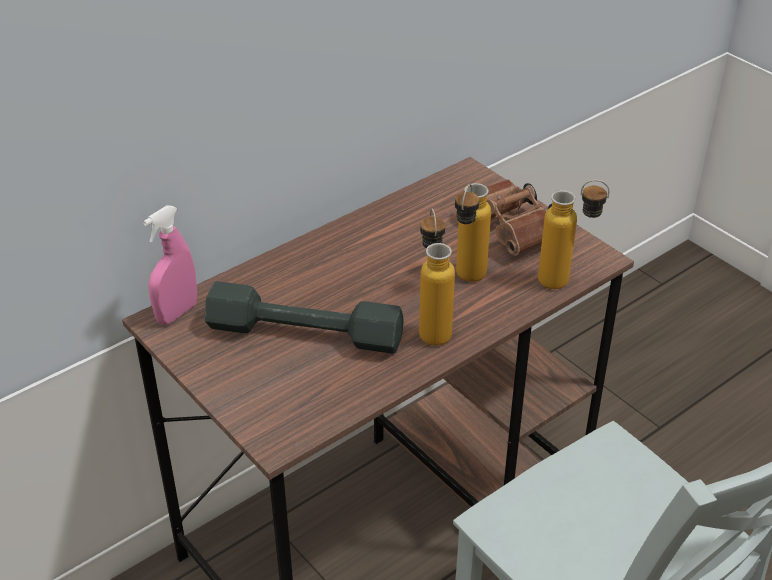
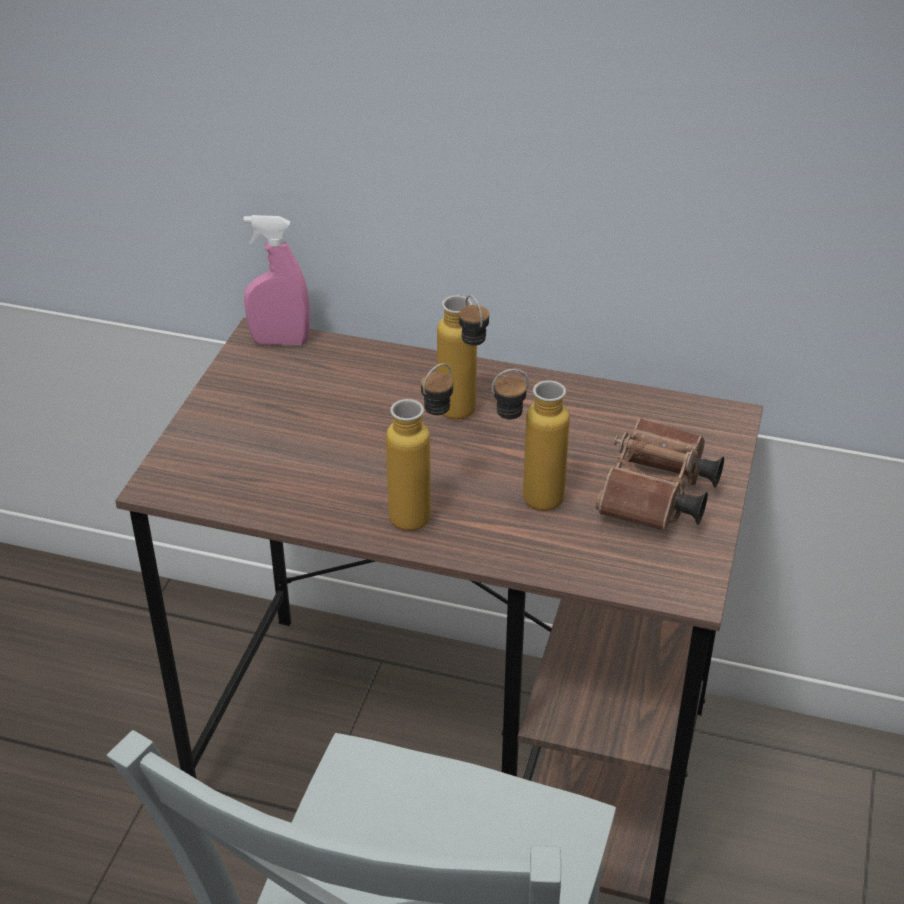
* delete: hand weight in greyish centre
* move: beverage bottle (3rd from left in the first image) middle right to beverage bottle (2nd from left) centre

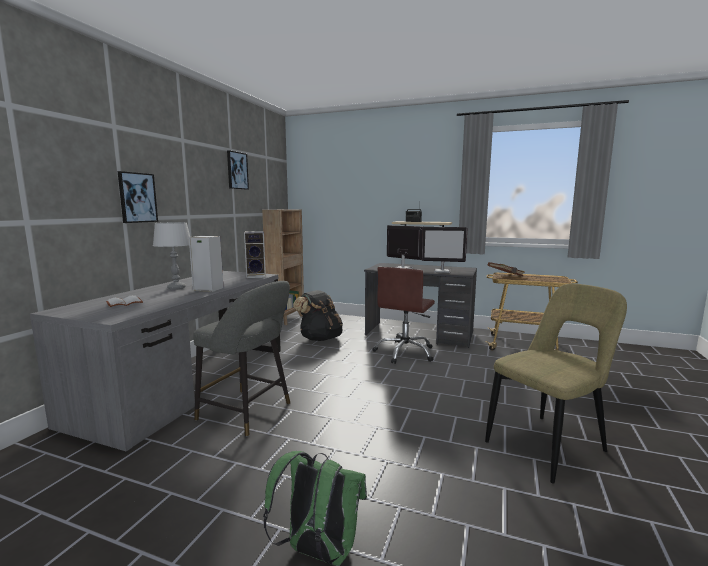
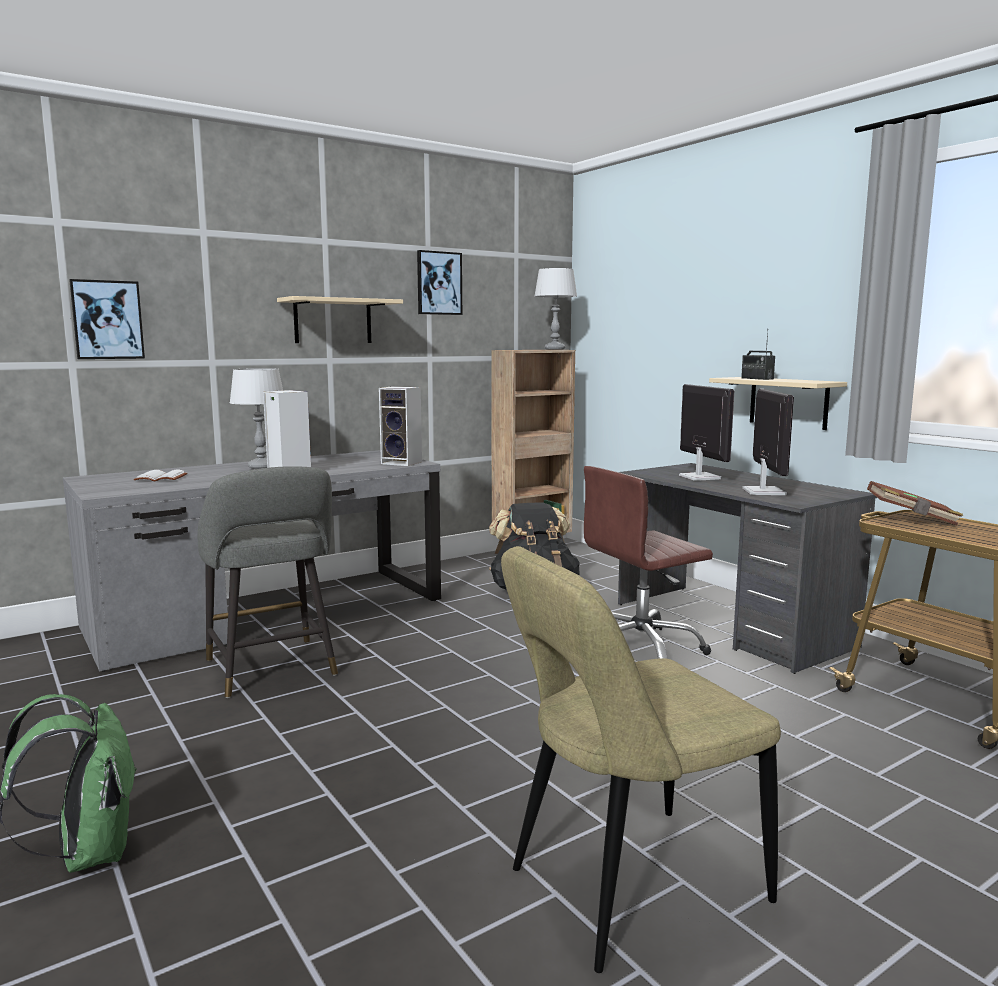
* insert: bracket shelf in beige-coloured (1st from left) top centre
* insert: lamp for a table in greyish (2nd from left) top centre
* move: picture (1st from left) middle left to top left
* rotate: computer screen (2nd from left) centre = middle right 135 degrees counterclockwise
* rotate: upright chair in beige-coloured bottom right = bottom centre 150 degrees clockwise

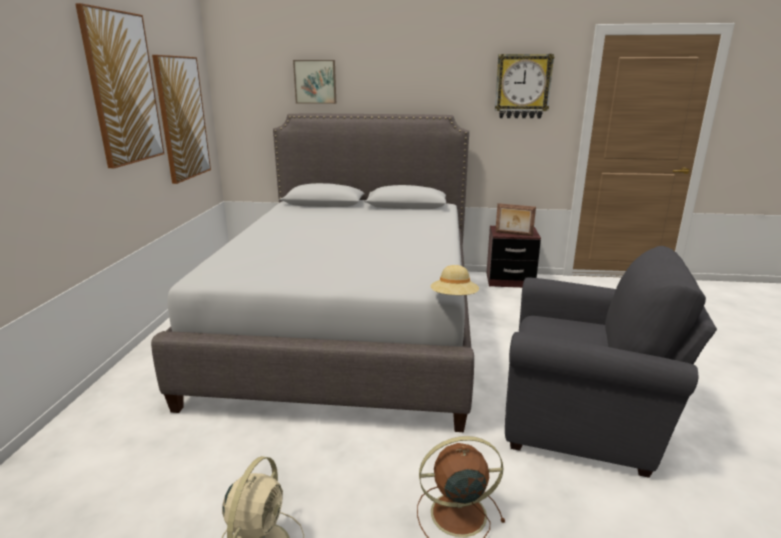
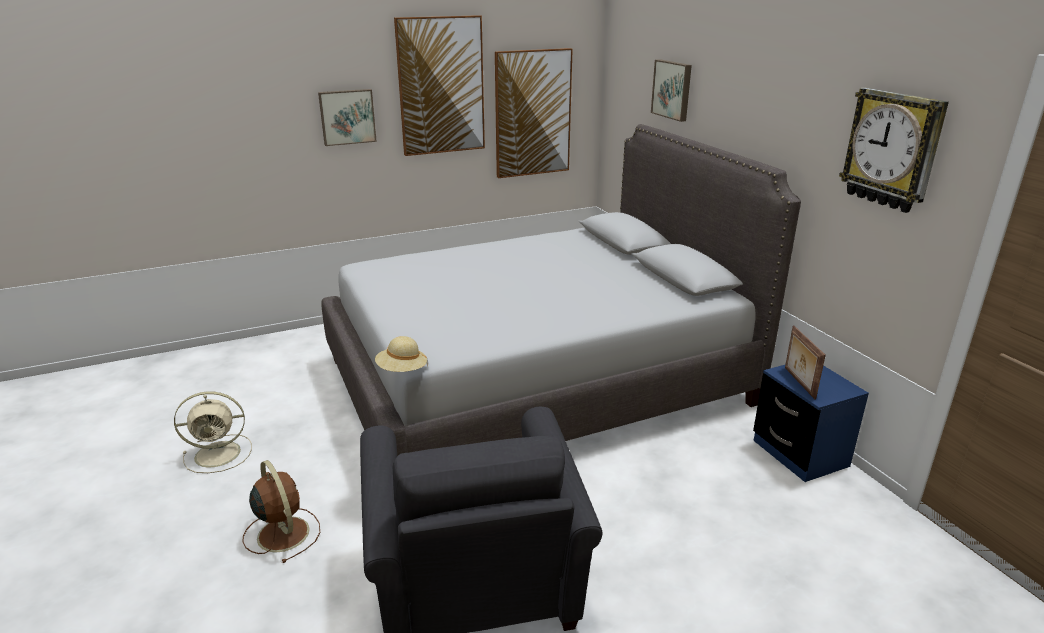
* insert: picture (1st from left) top left
* recolor: night table in brown-coloured centre to night table in bluish bottom right

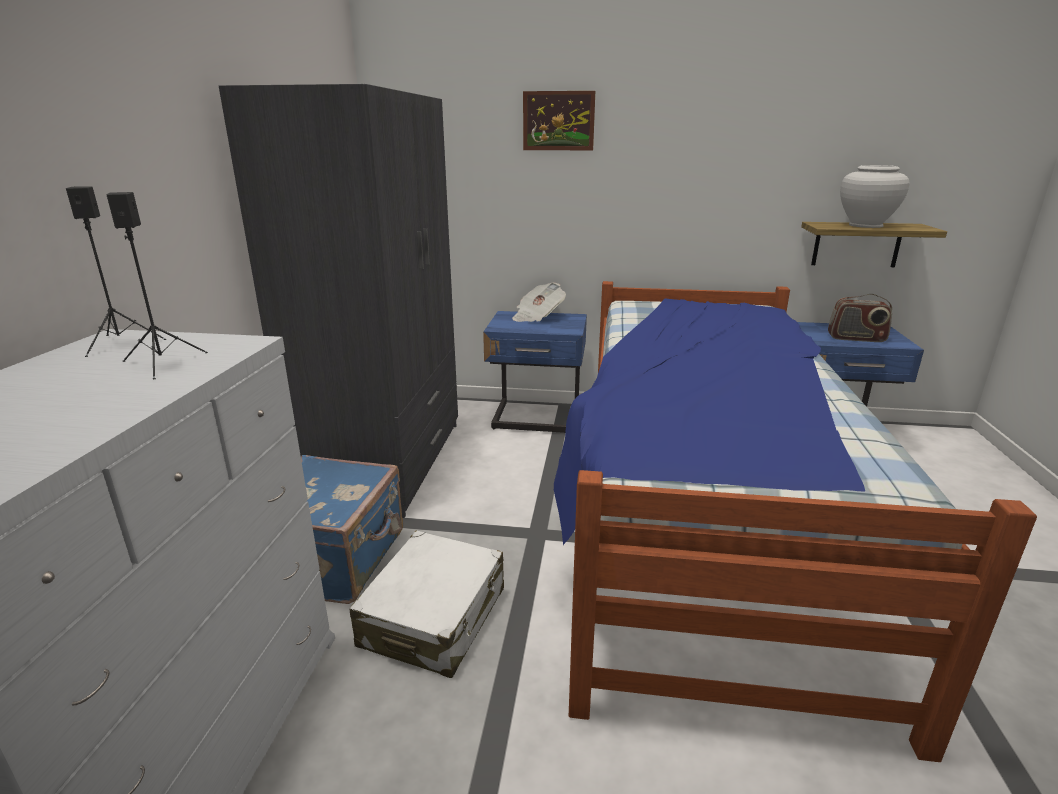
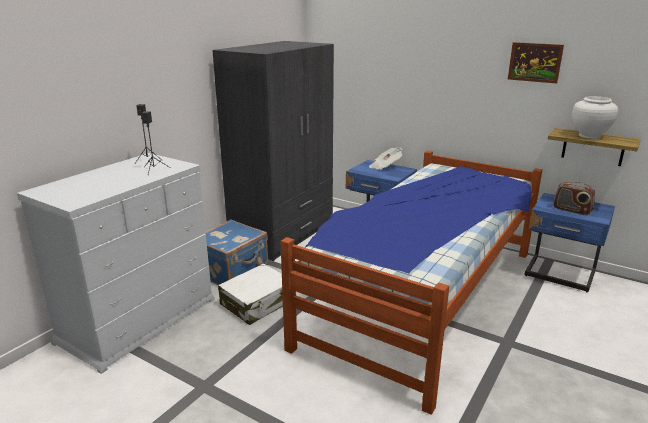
* move: picture top centre to top right

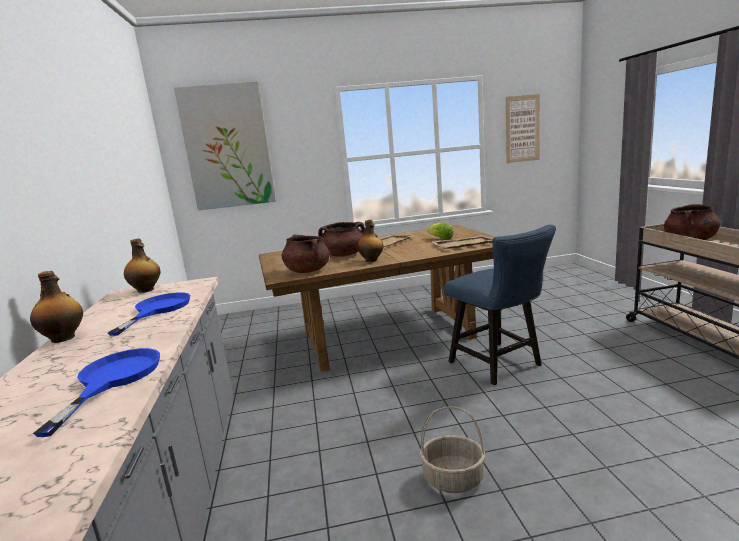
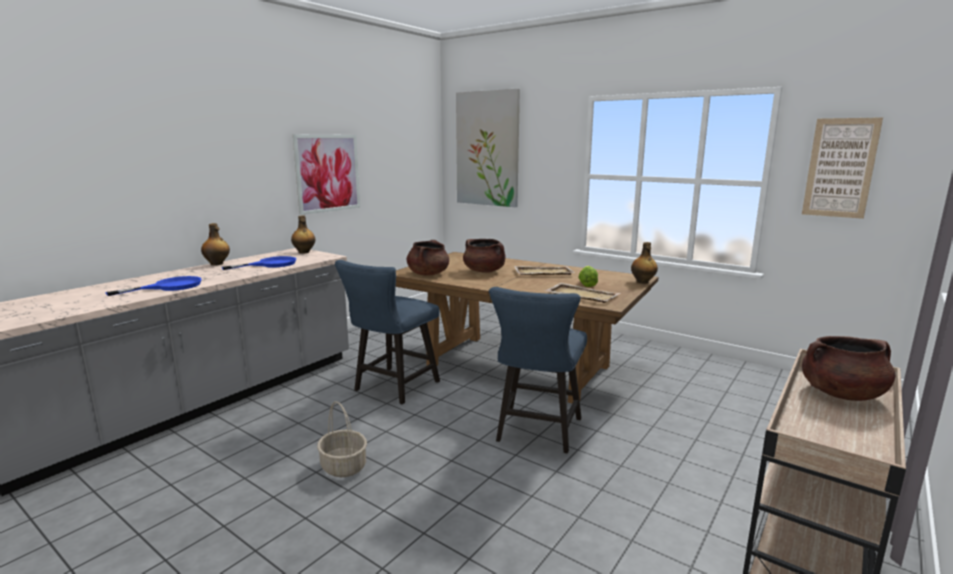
* insert: picture (1st from left) top centre
* insert: upright chair in bluish (1st from left) centre
* move: beverage bottle (3rd from left) centre to middle right

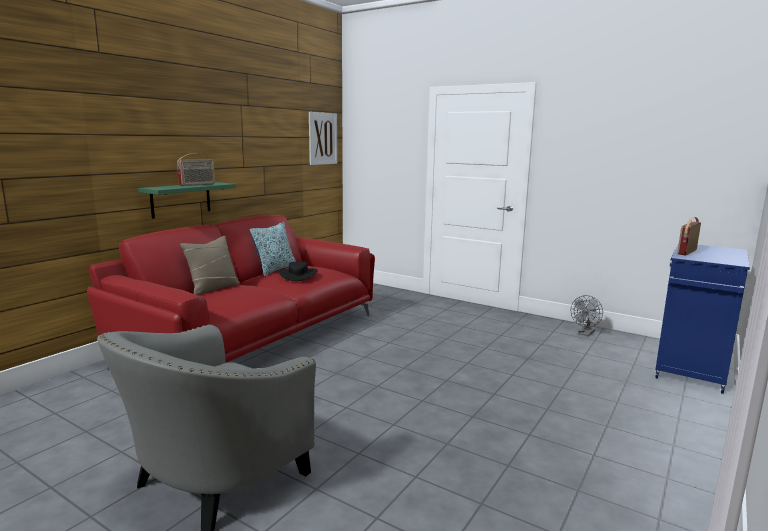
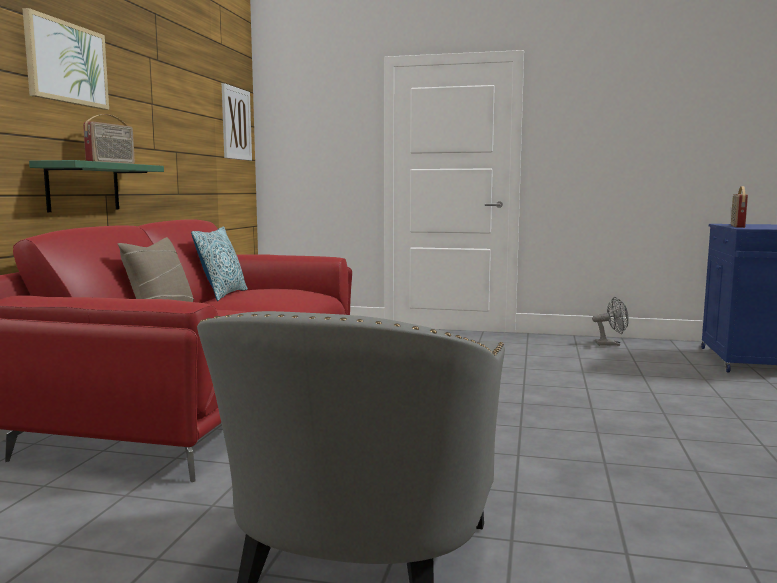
* delete: clothing hat in blackish centre
* insert: picture (1st from left) top left
* rotate: electric fan in greyish middle right = middle right 105 degrees counterclockwise

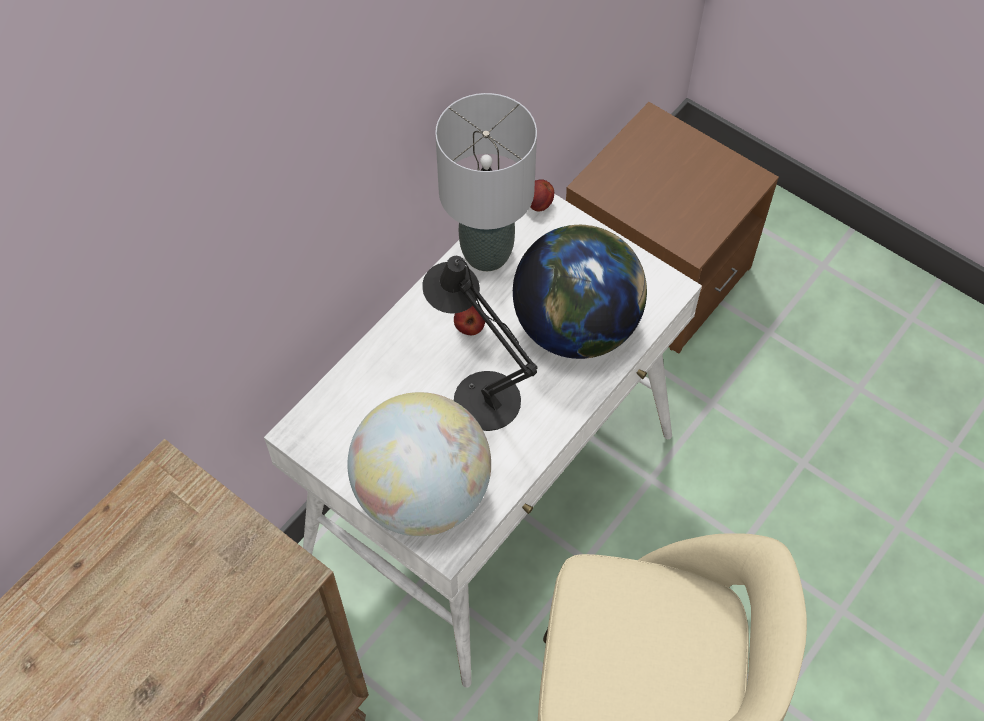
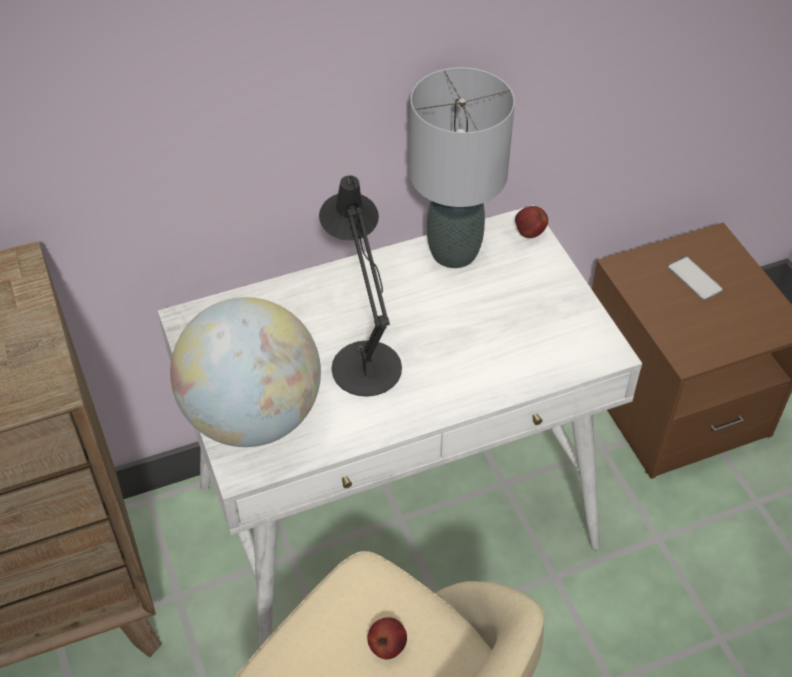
* delete: world globe (2nd from left) centre
* insert: phone middle right
* move: apple (1st from left) centre to bottom centre

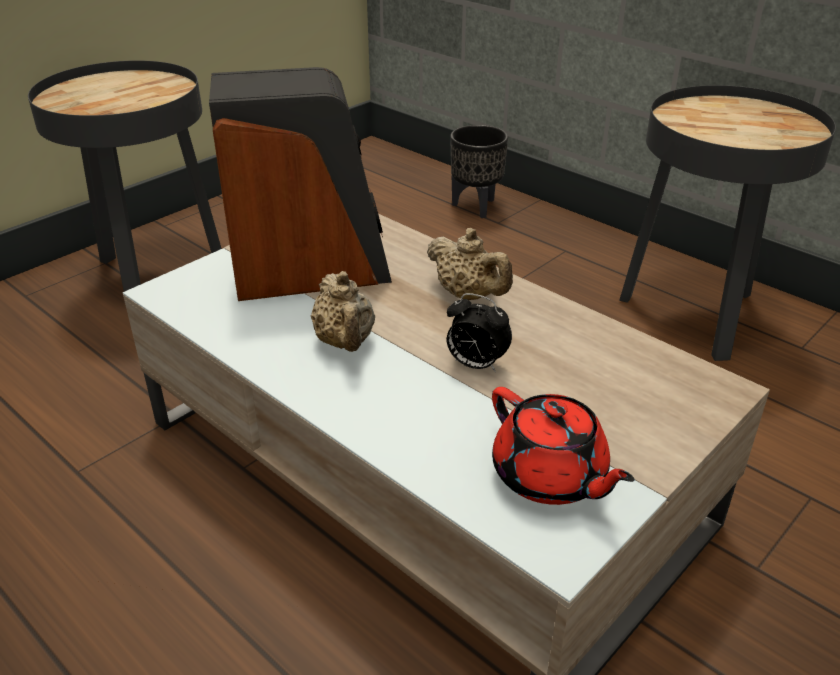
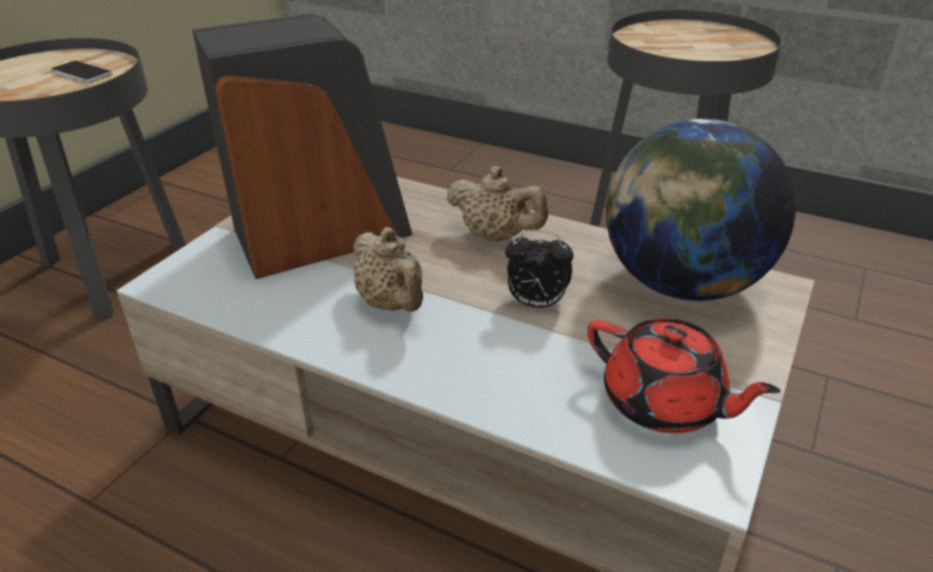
* delete: planter in blackish top centre
* insert: phone top left
* insert: world globe middle right

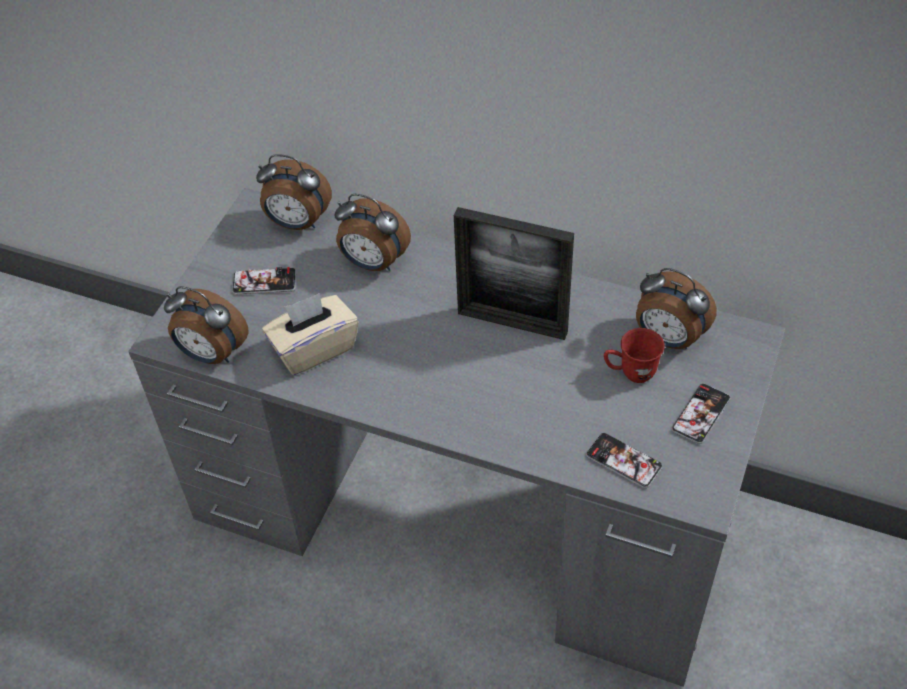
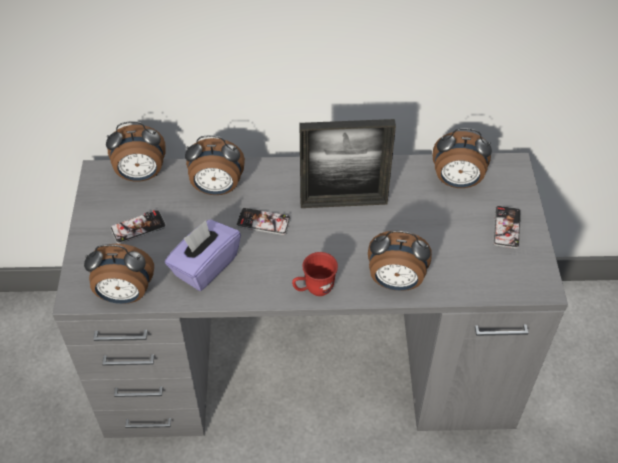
* insert: bedside clock (4th from left) centre
* move: phone (2nd from left) bottom right to centre
* move: tea mug in red middle right to centre
* recolor: tissue box in beige-coloured centre to tissue box in purple middle left

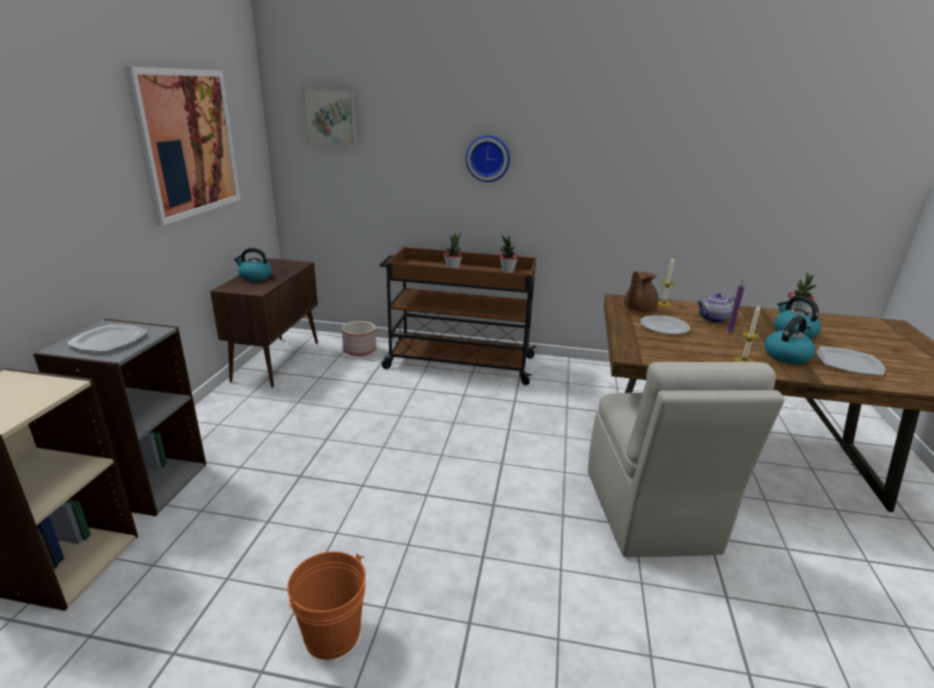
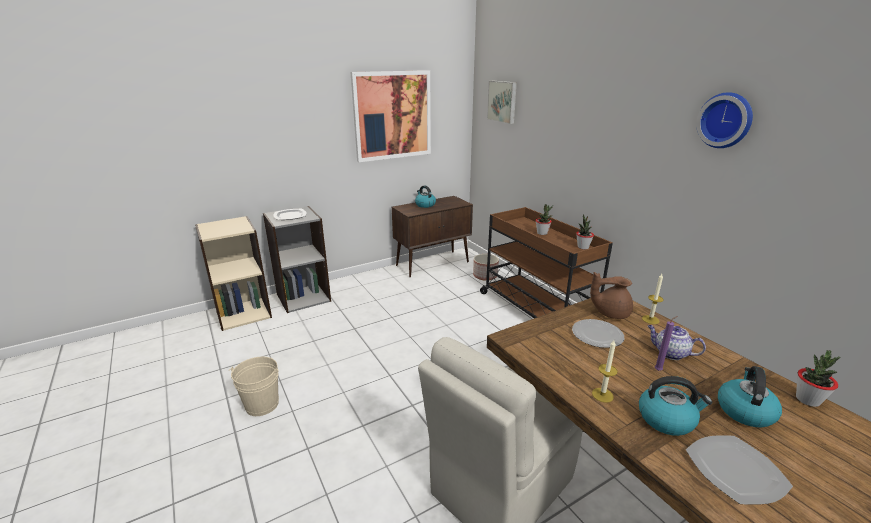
* move: hanging clock top centre to top right
* recolor: water bucket in orange bottom centre to water bucket in beige-coloured bottom left

